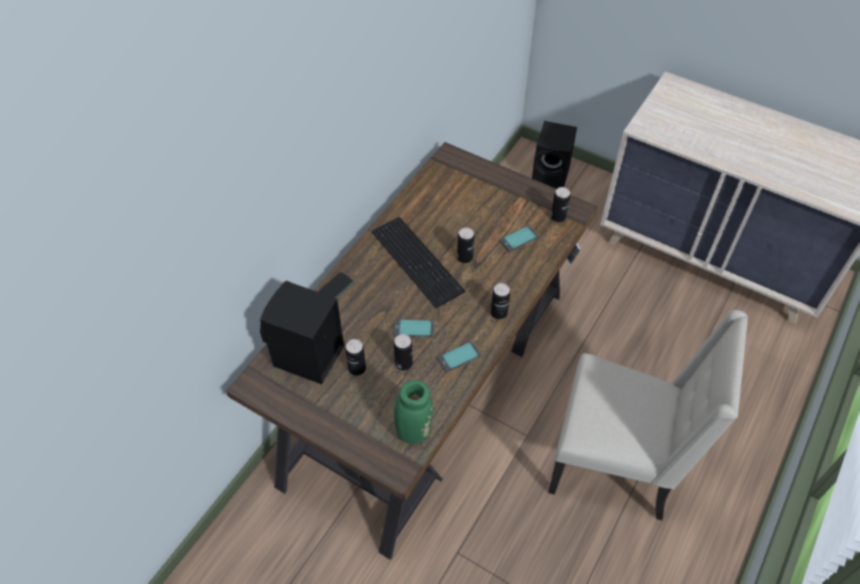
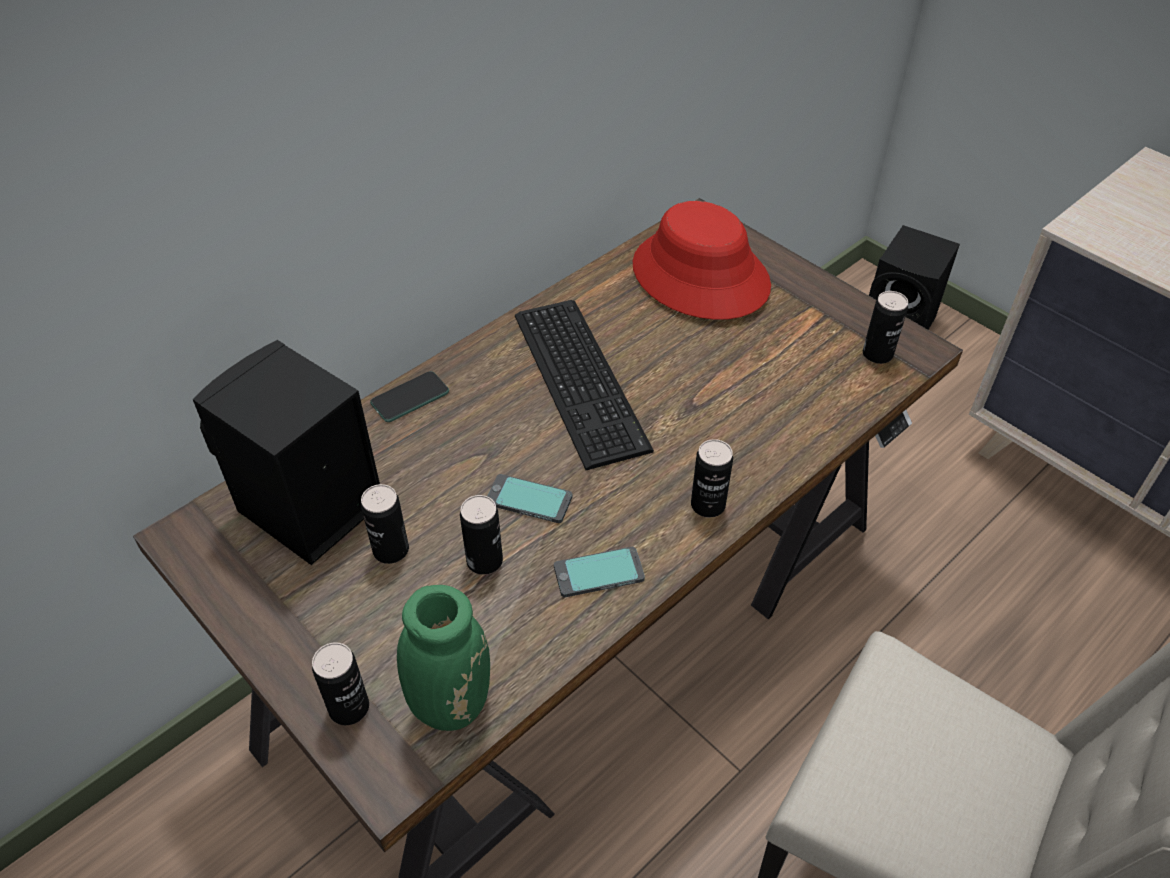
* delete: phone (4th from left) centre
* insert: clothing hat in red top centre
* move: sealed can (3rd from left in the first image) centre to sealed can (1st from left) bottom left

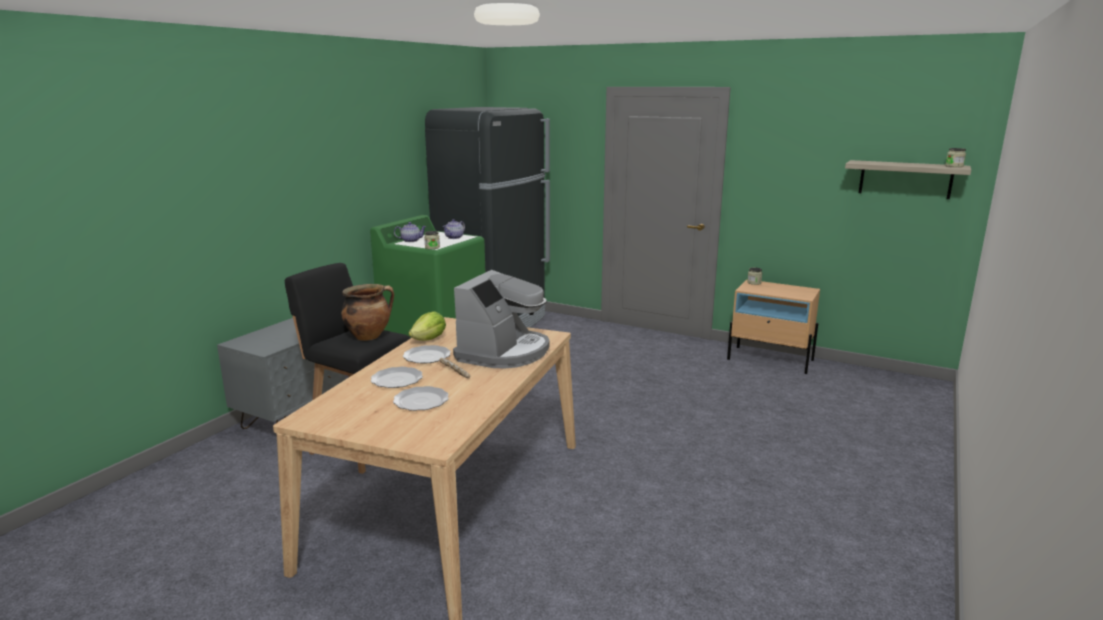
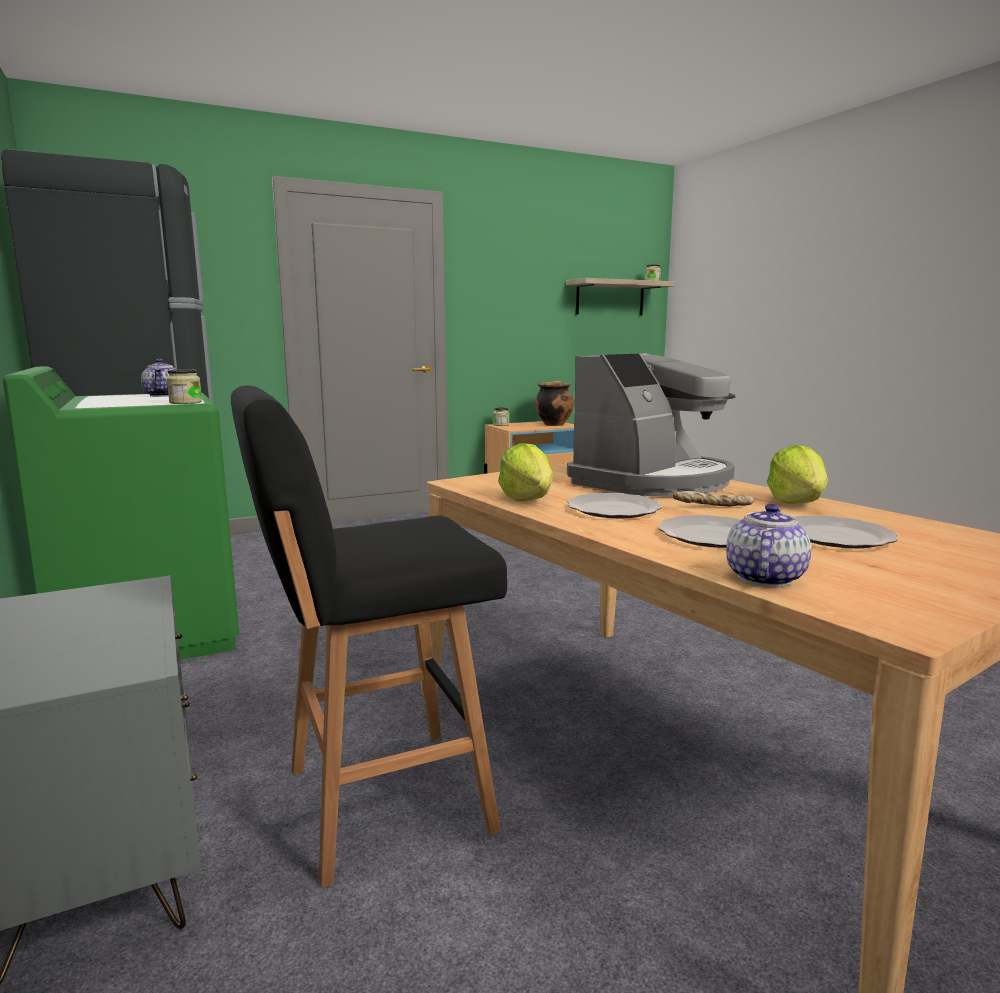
* insert: lettuce (2nd from left) middle right
* move: saucepot middle left to centre
* move: pot for tea (1st from left in the first image) centre to pot for tea (2nd from left) middle right
* rotate: coffee maker centre = centre 75 degrees clockwise

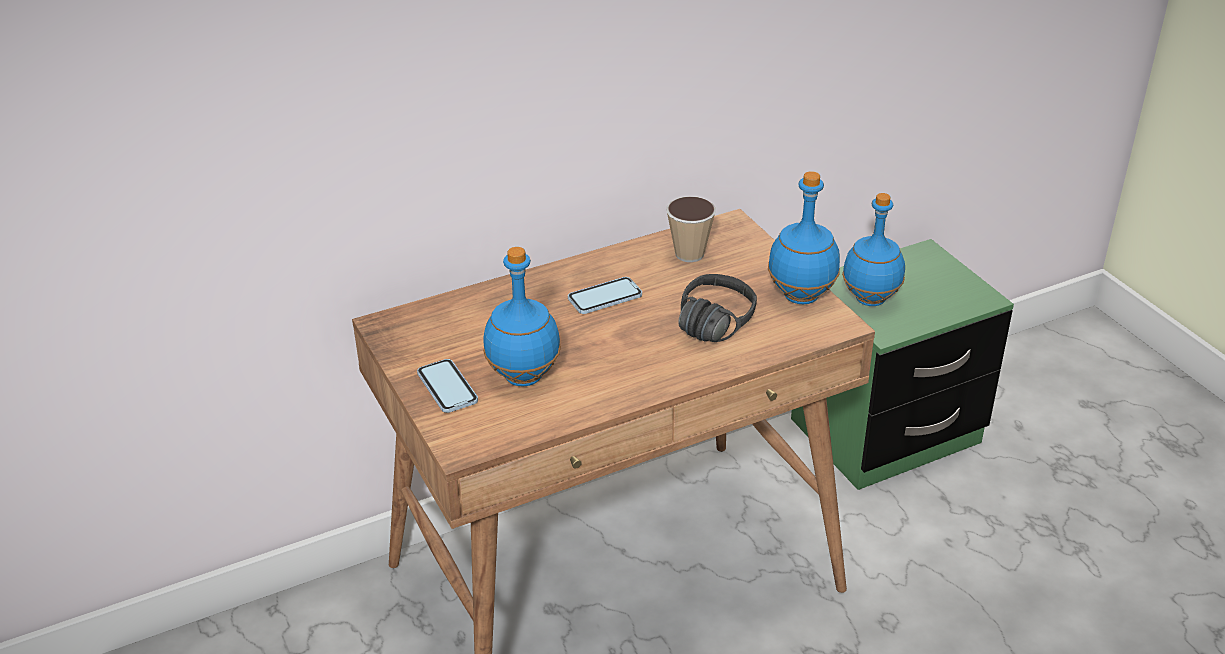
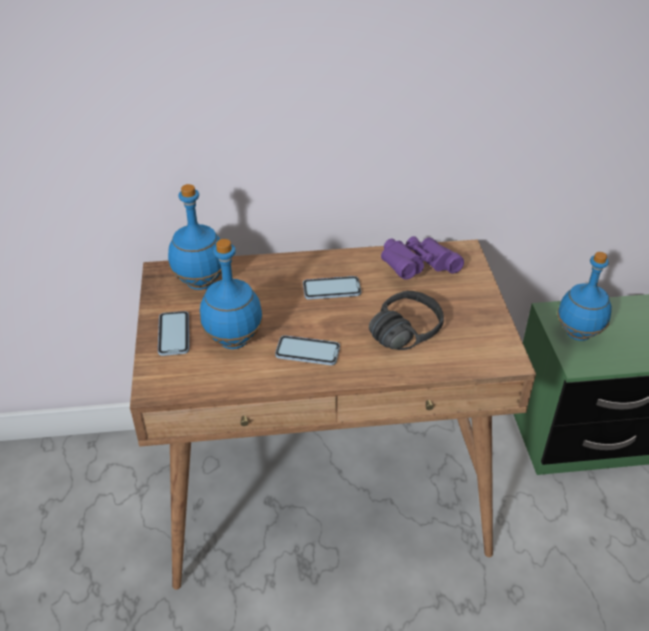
* insert: phone (2nd from left) centre
* move: beverage bottle in bluish (2nd from left in the first image) centre to beverage bottle in bluish (1st from left) middle left
* replace: small cup centre to binoculars in purple centre

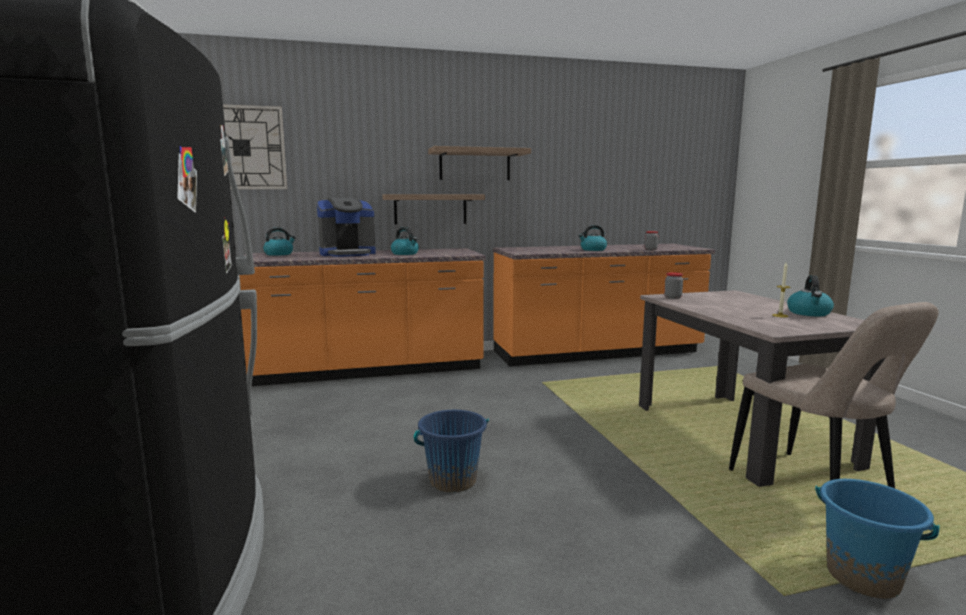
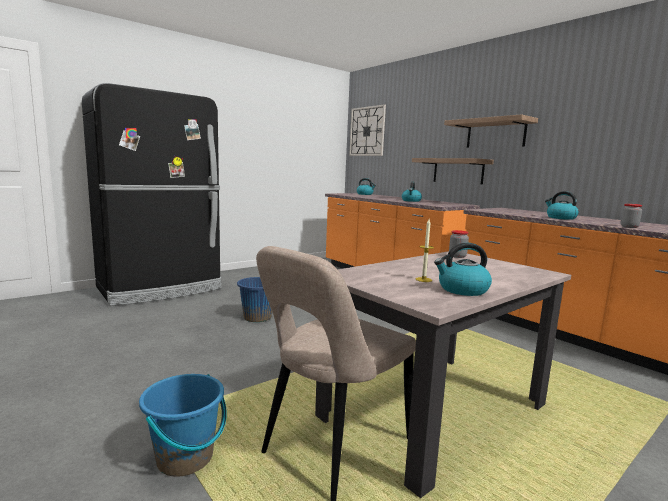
* delete: coffee maker centre

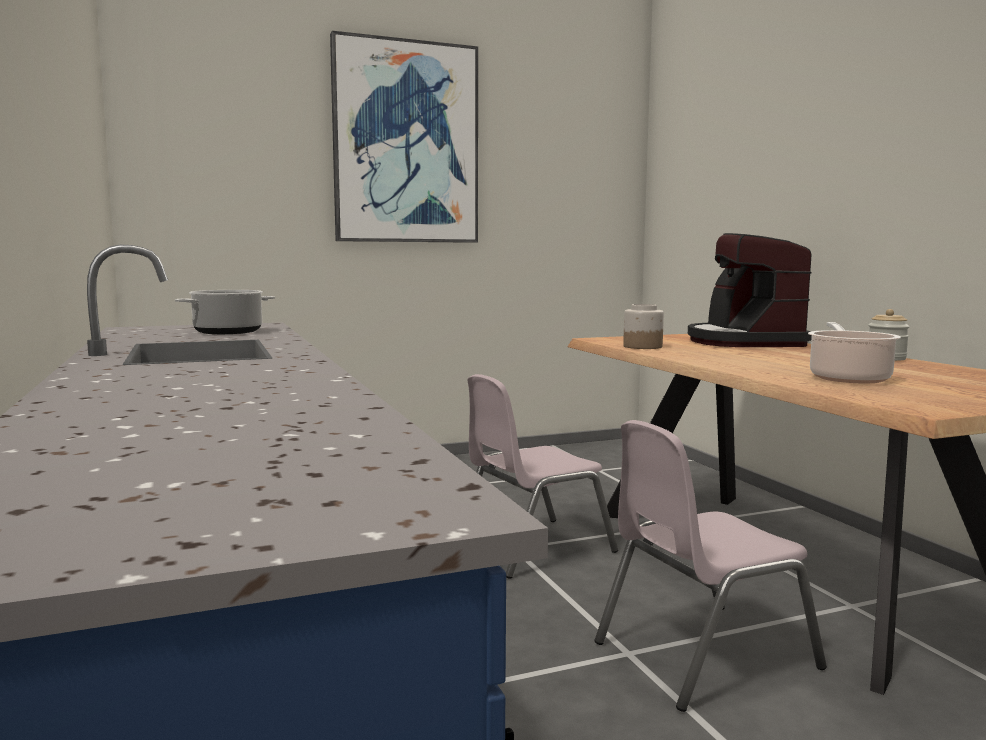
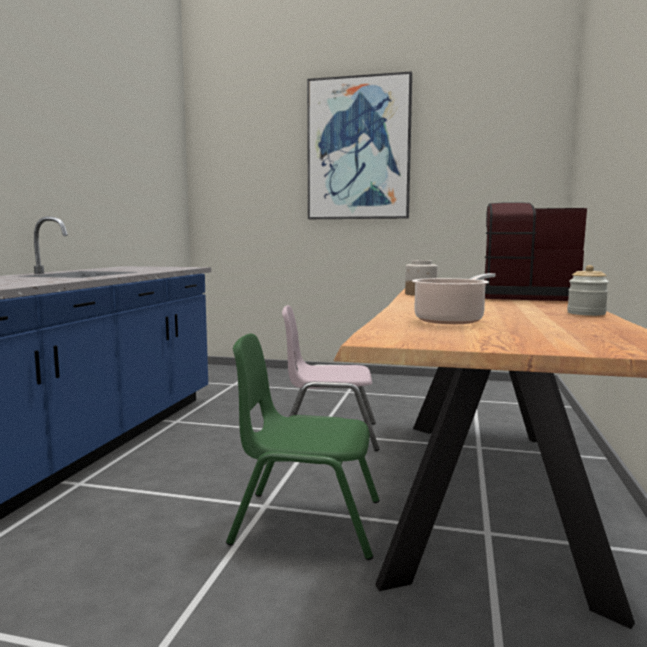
* delete: saucepot (1st from left) middle left
* recolor: upright chair in pink (2nd from left) bottom right to upright chair in greenish bottom centre
* rotate: coffee maker middle right = middle right 75 degrees clockwise

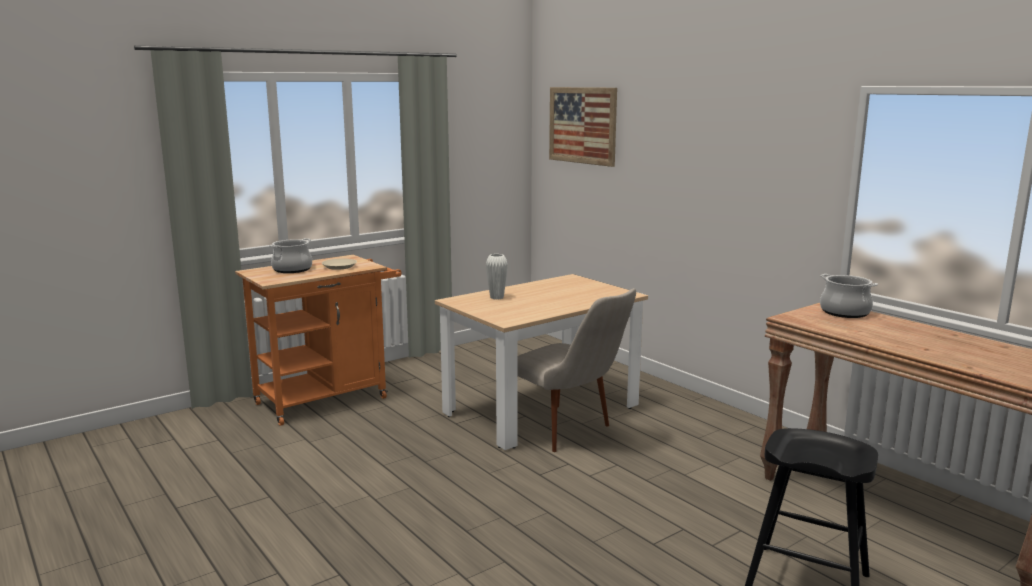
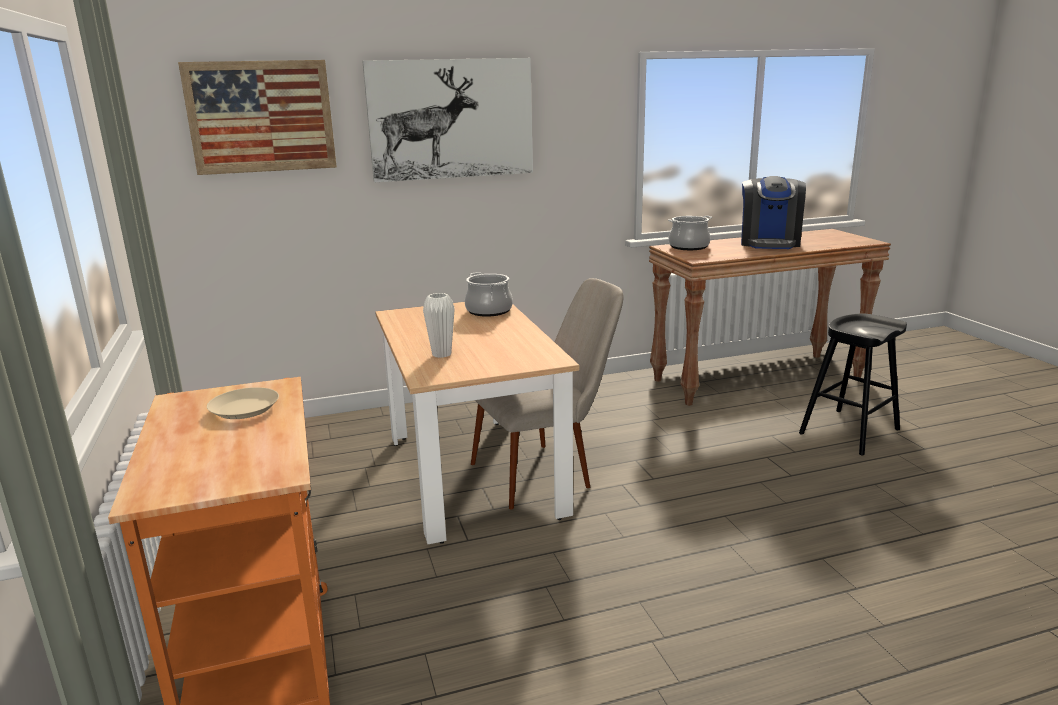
* insert: picture (2nd from left) top centre
* insert: coffee maker top right
* move: saucepot (1st from left) middle left to centre

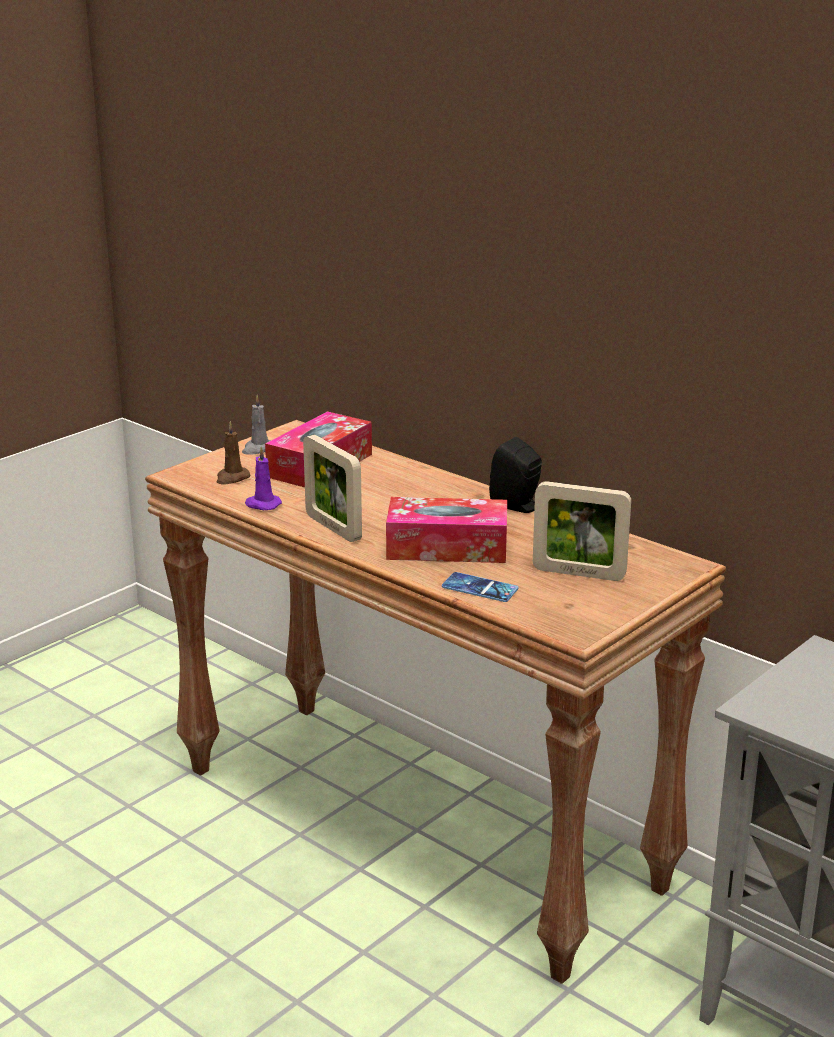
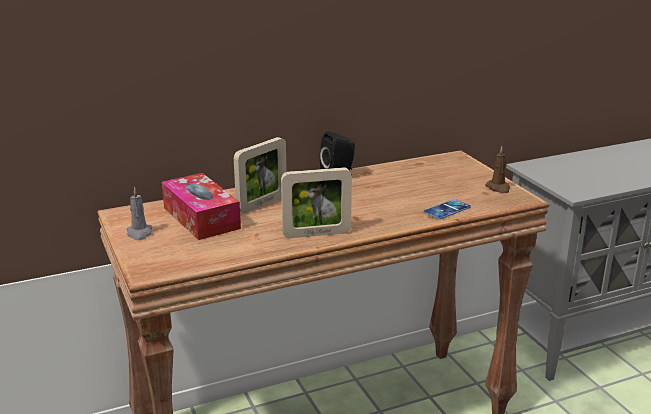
* delete: candle in purple middle left
* delete: tissue box (2nd from left) centre
* move: candle in brown-coloured middle left to middle right
* move: picture frame (2nd from left in the first image) middle right to picture frame (1st from left) centre

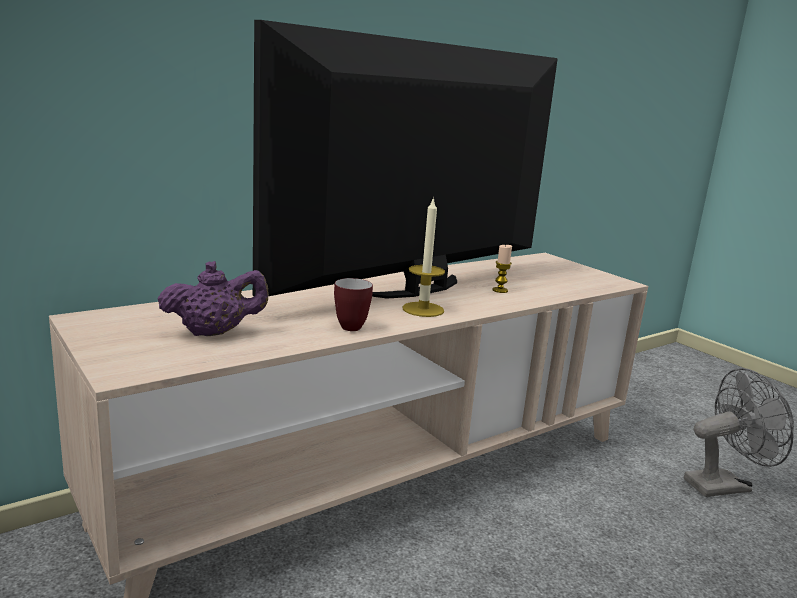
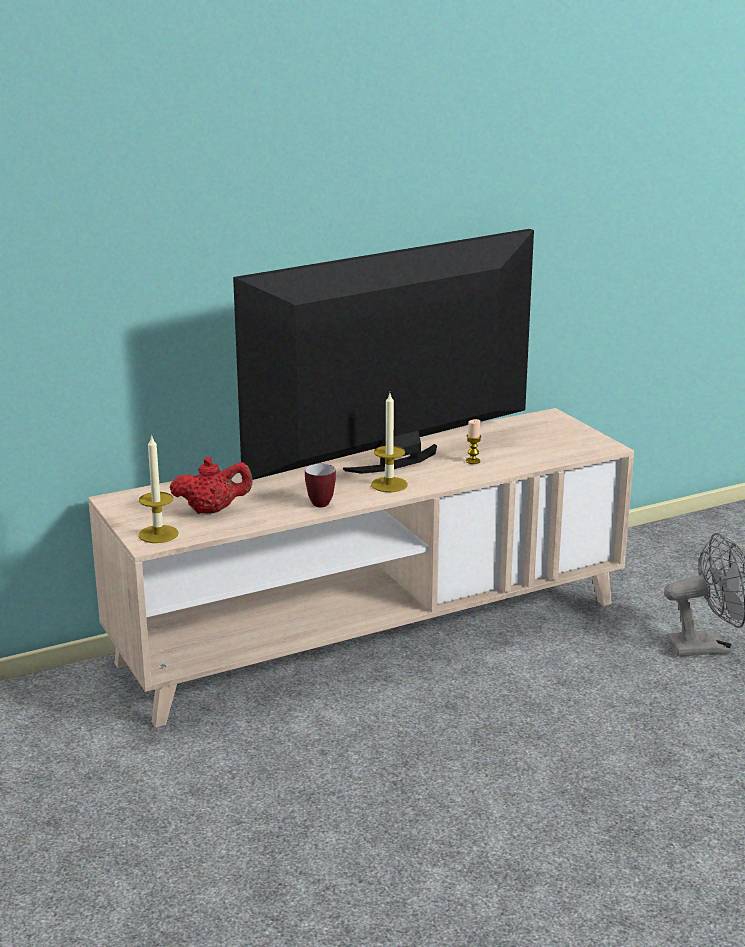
* insert: candle (1st from left) middle left
* recolor: pot for tea in purple middle left to pot for tea in red middle left

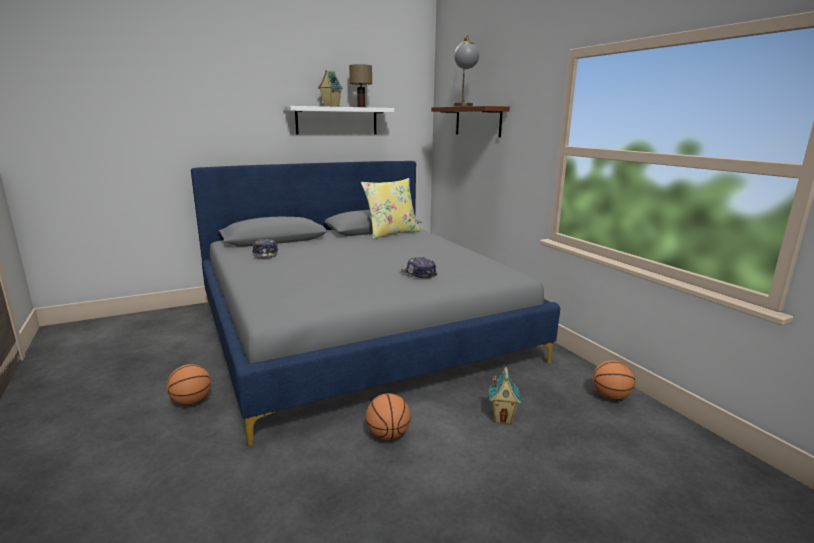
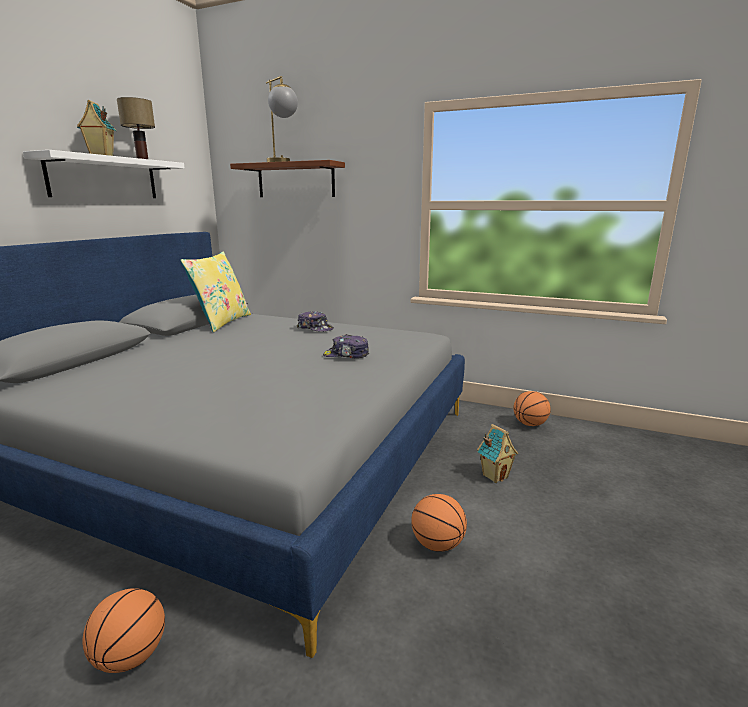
* move: baseball cap (1st from left) middle left to centre

